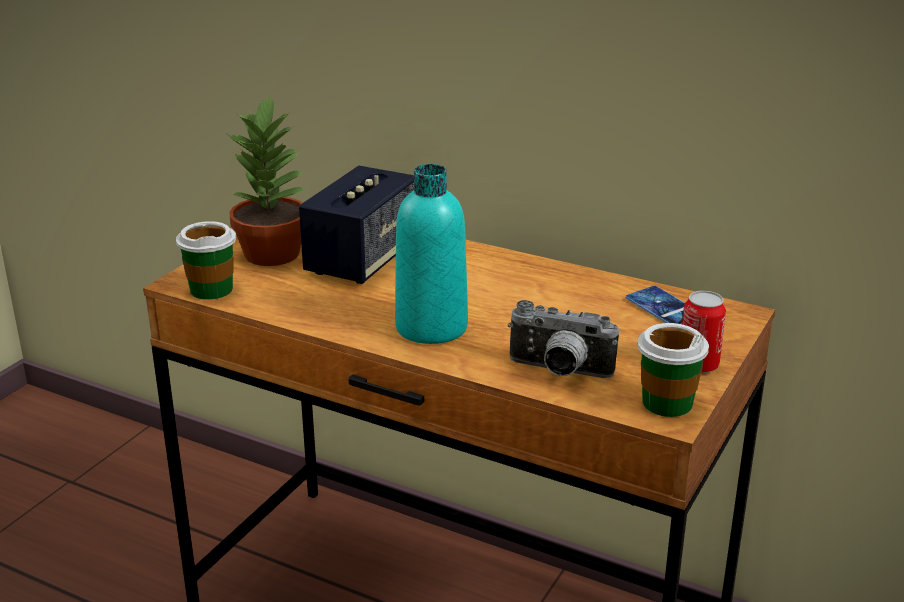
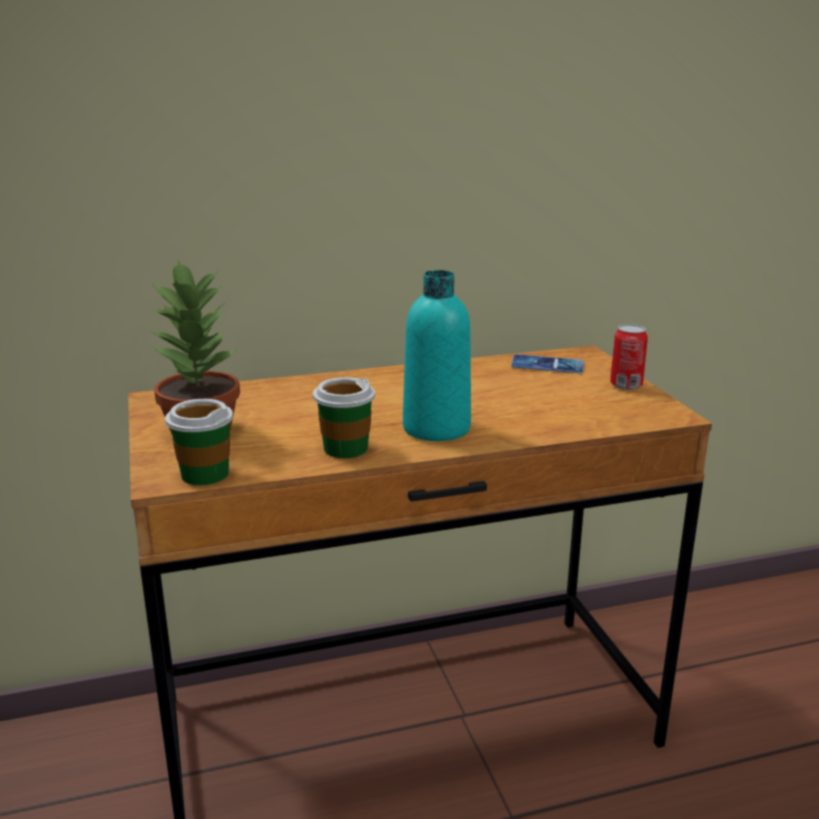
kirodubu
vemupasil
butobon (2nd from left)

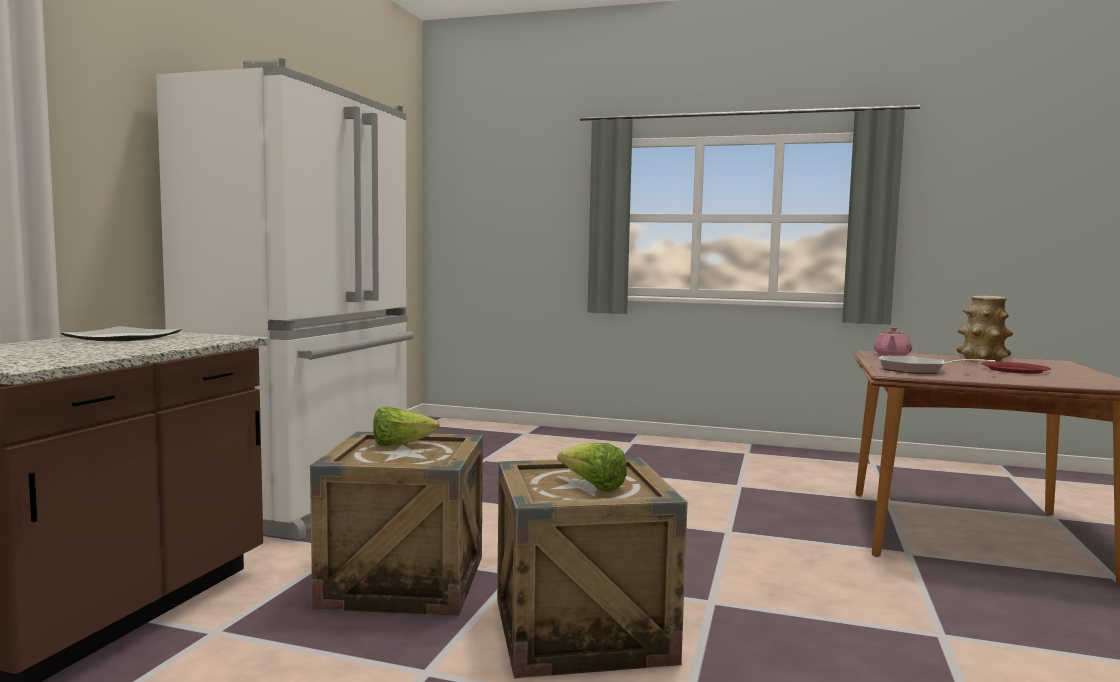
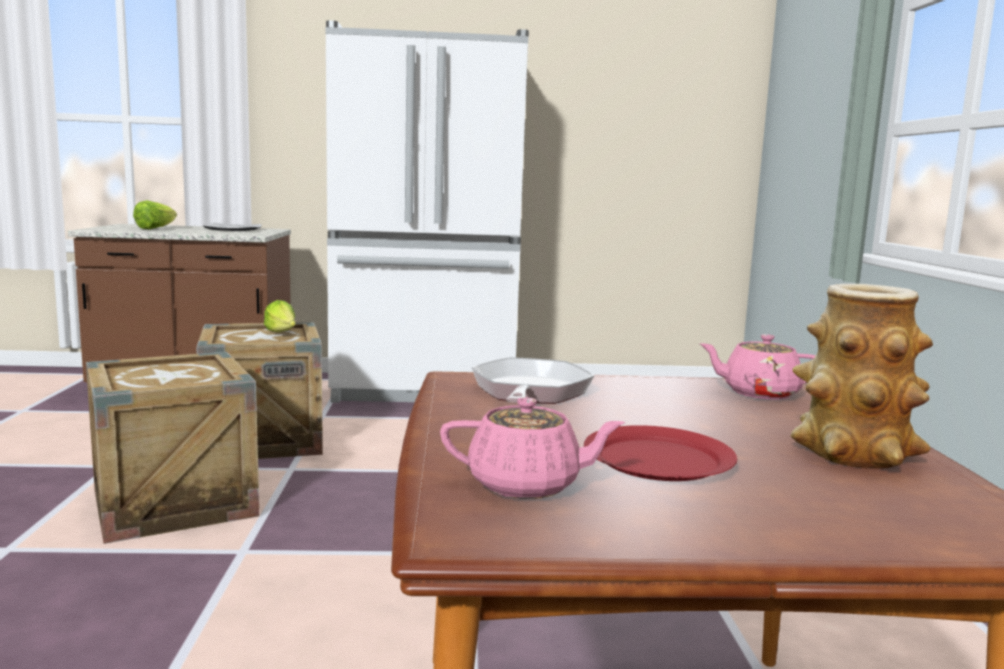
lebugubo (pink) (1st from left)
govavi (1st from left)

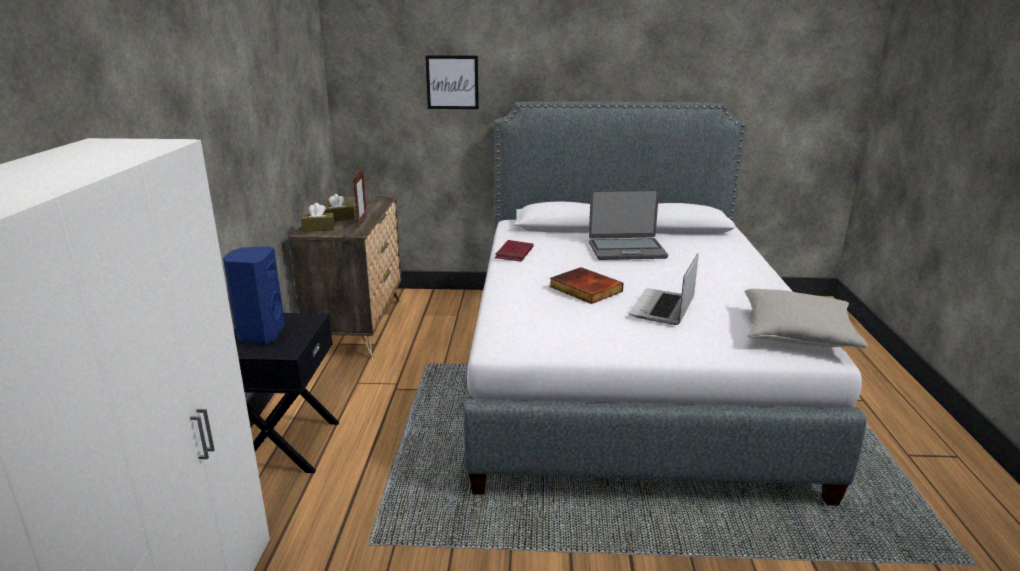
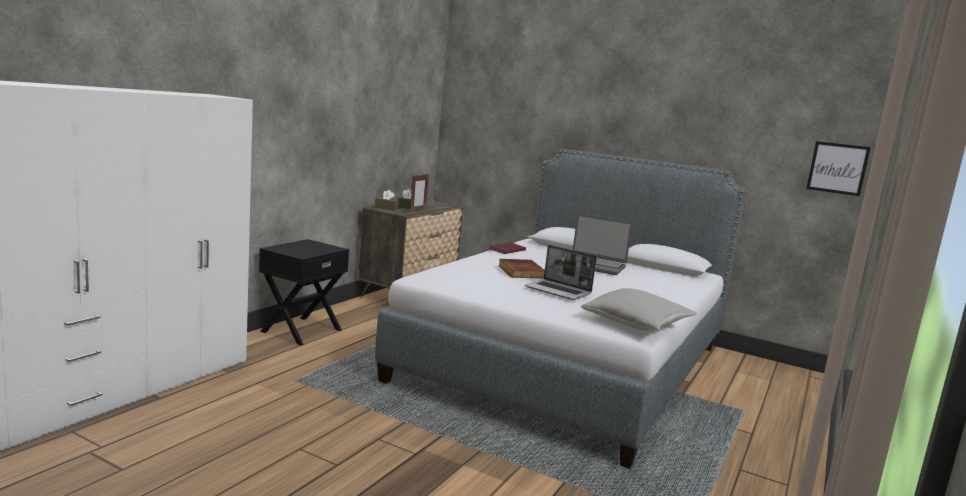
kirodubu (blue)
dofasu
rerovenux (1st from left)

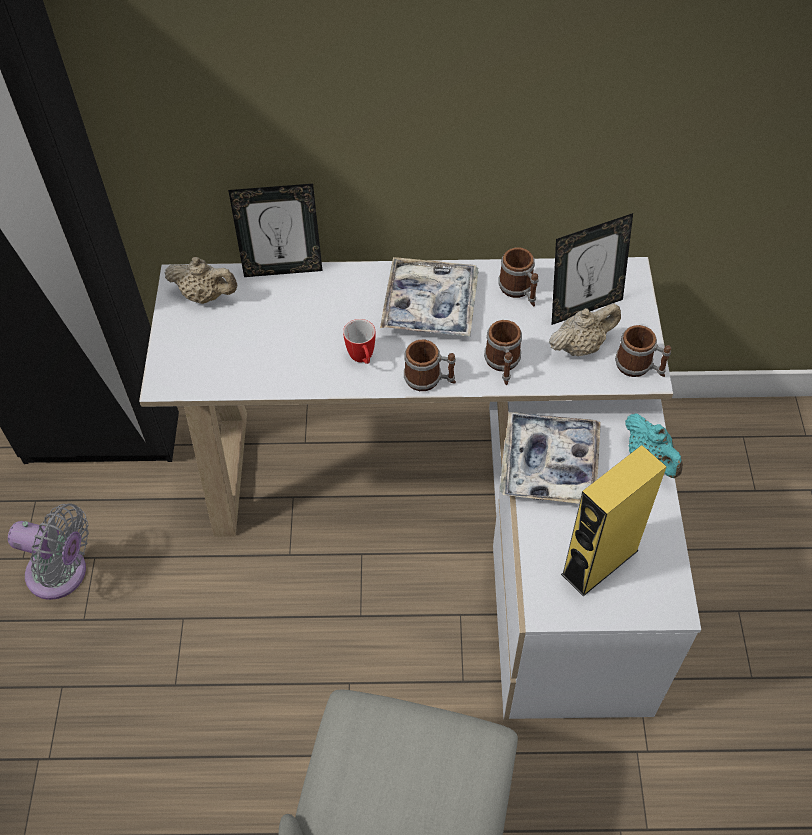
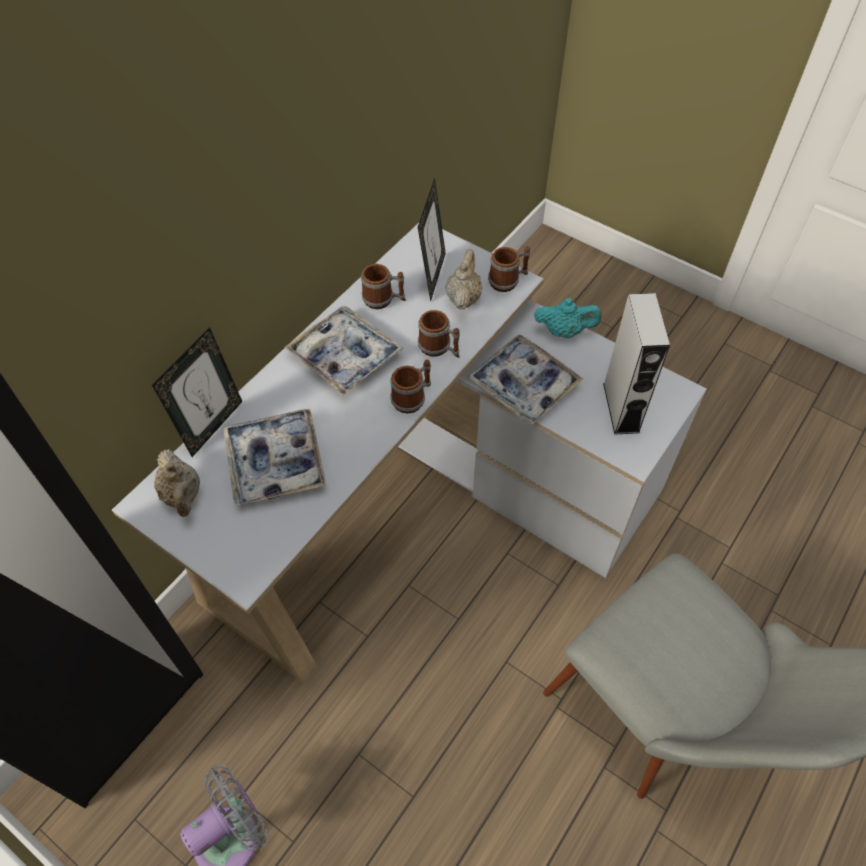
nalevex (1st from left in the first image)
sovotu (1st from left)
kirodubu (grey)
lebugubo (beige) (1st from left)

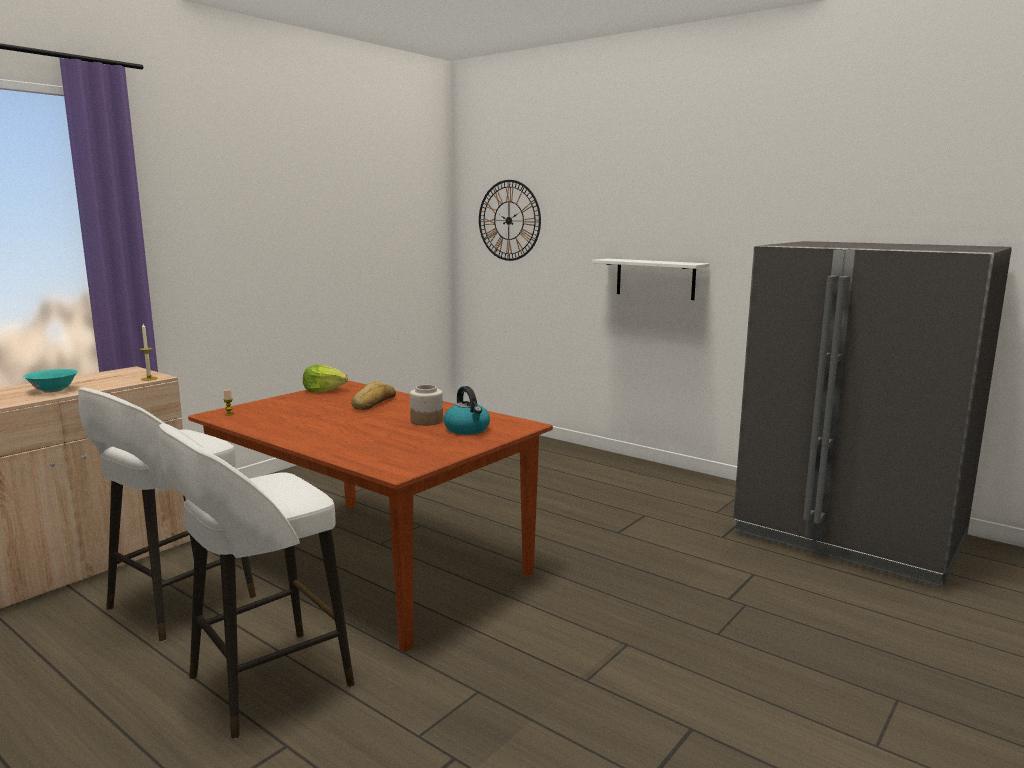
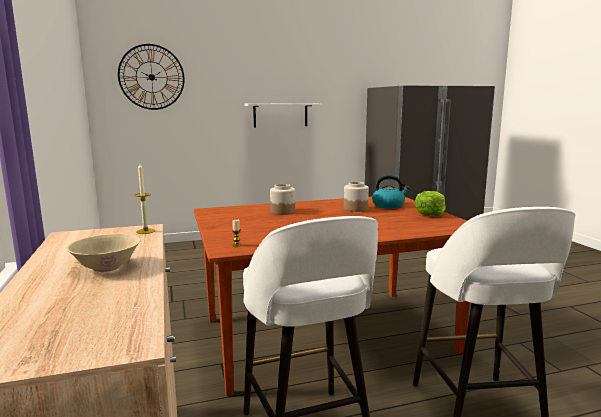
govavi
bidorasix (1st from left)
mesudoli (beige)

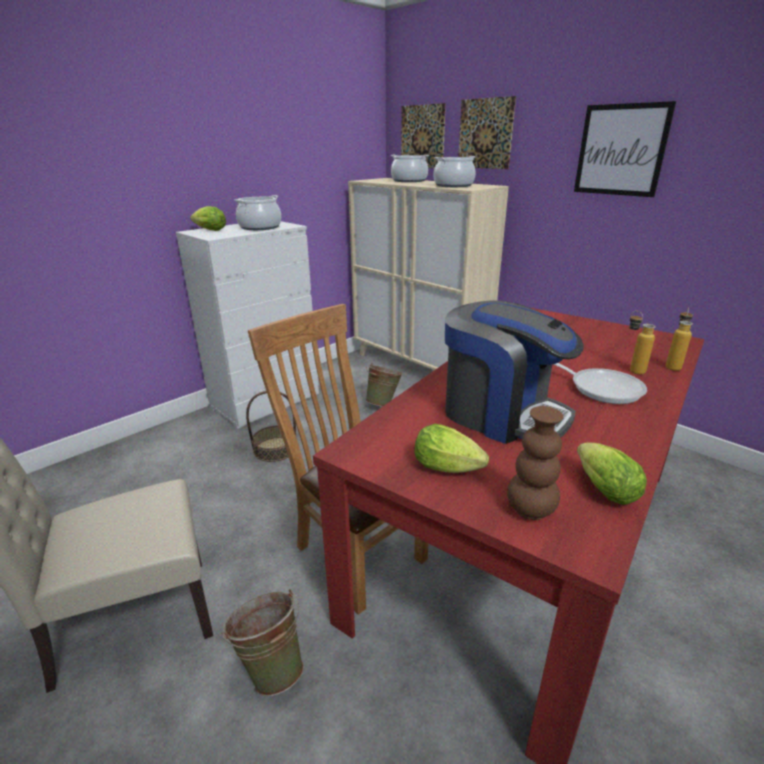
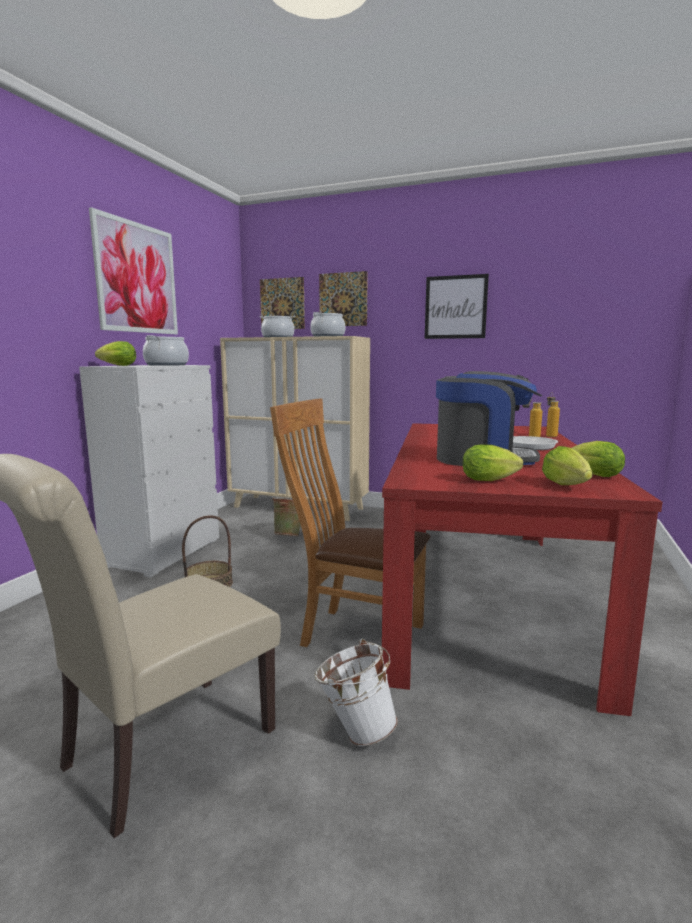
dofasu (1st from left)
govavi (3rd from left)
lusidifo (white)

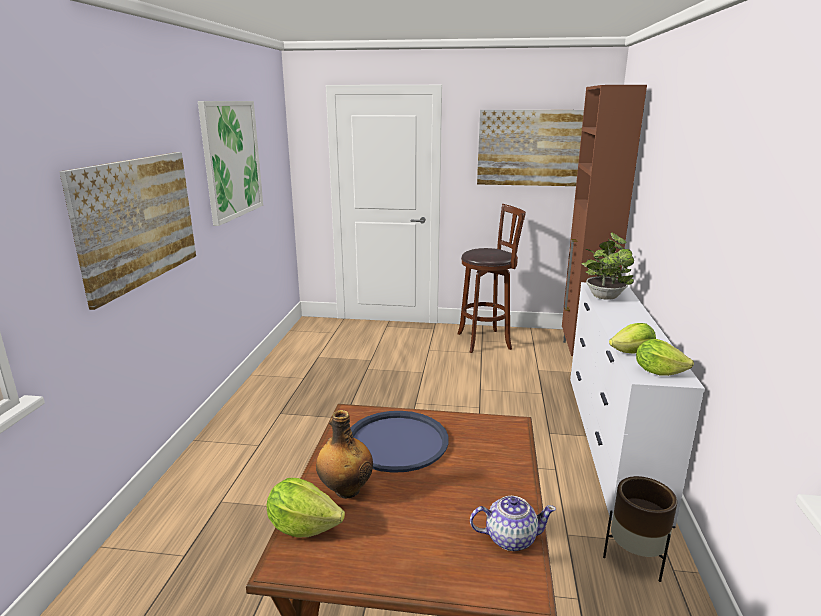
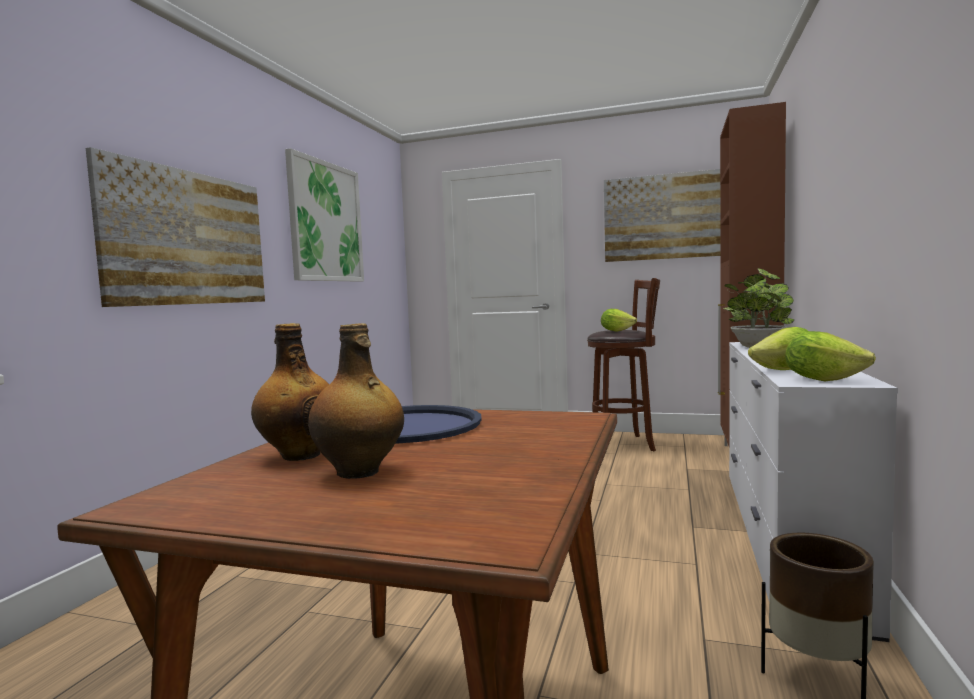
lebugubo
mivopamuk (2nd from left)
govavi (1st from left)

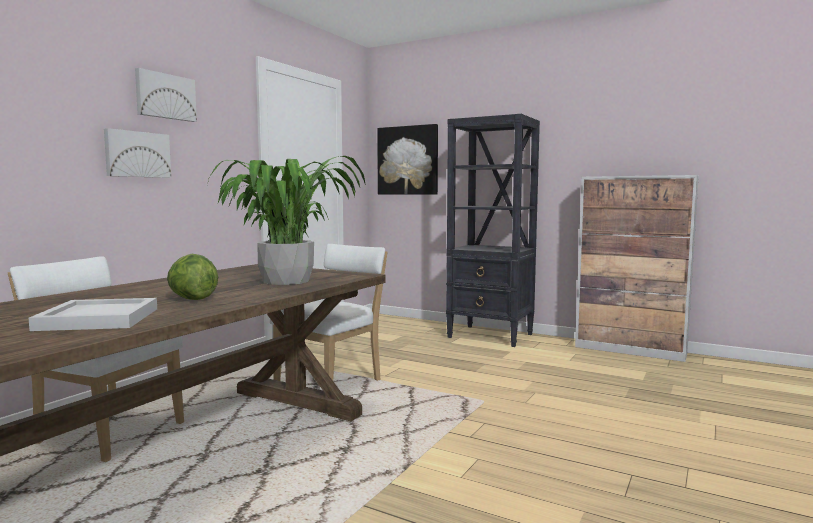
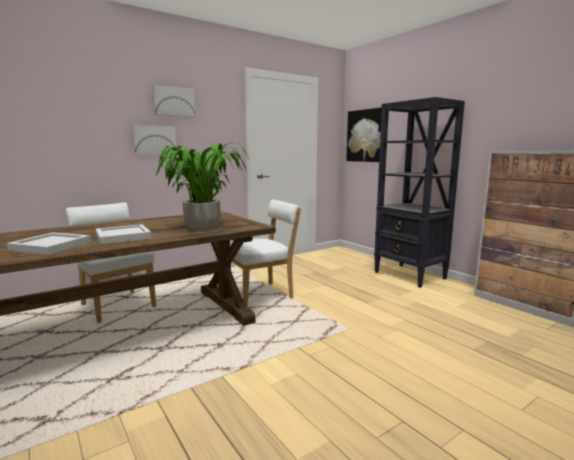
sovotu (white) (2nd from left)

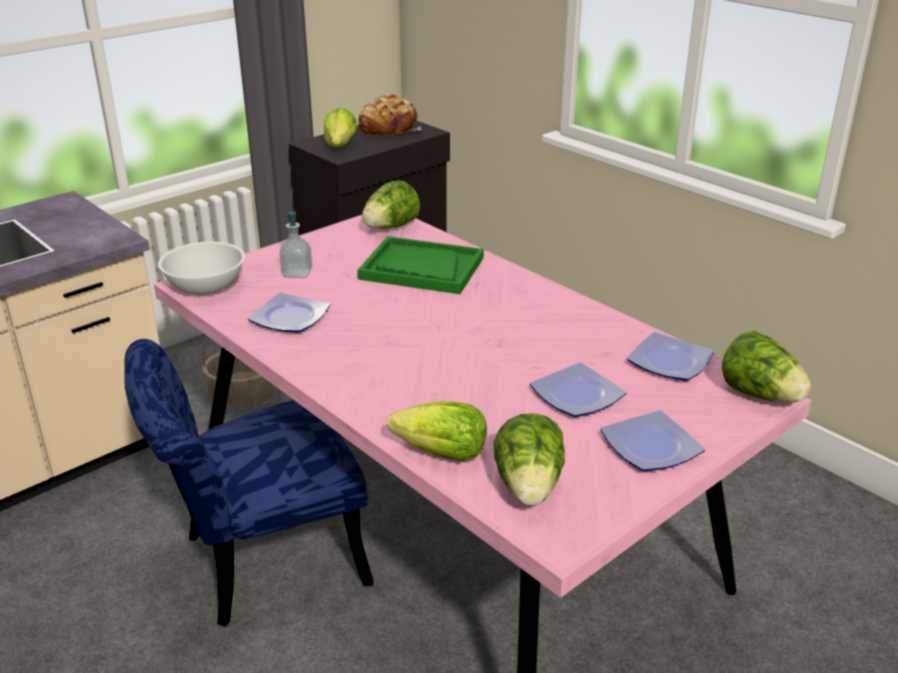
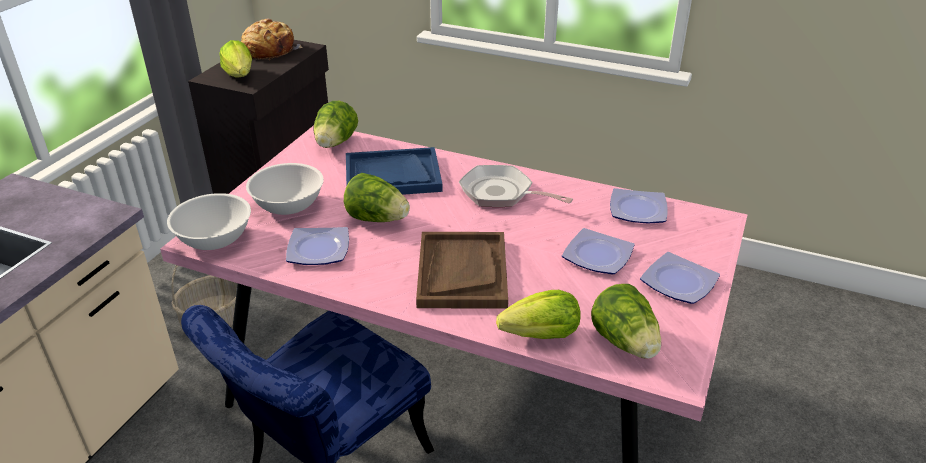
sovotu (brown)
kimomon
govavi (3rd from left)
mesudoli (white) (2nd from left)
sovotu (blue)

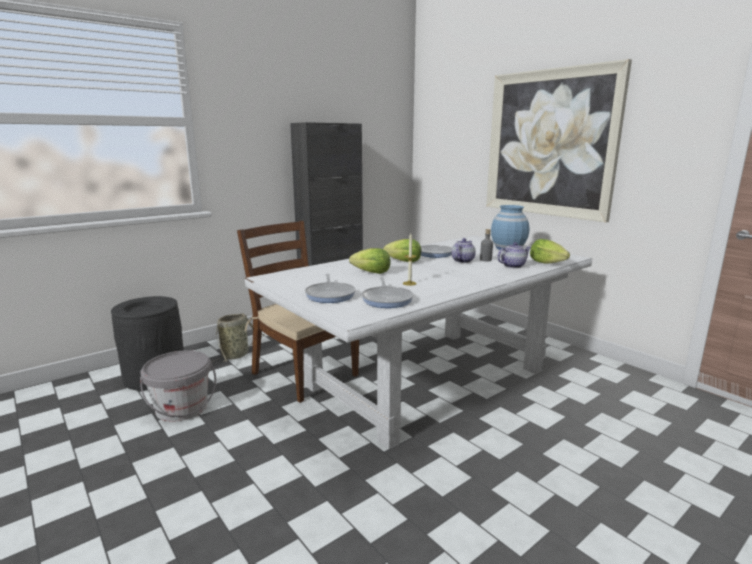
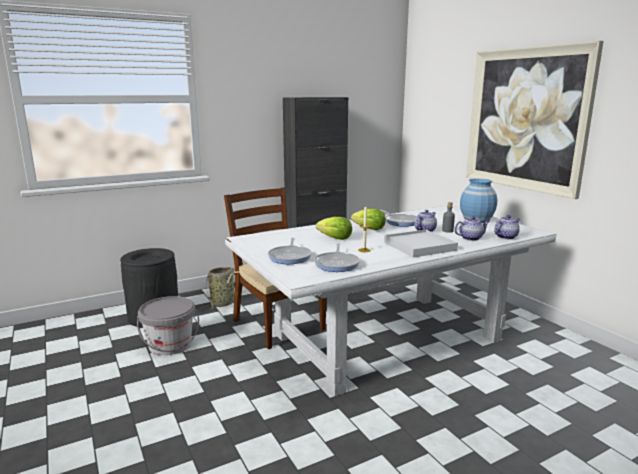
sovotu (white)
lebugubo (3rd from left)

